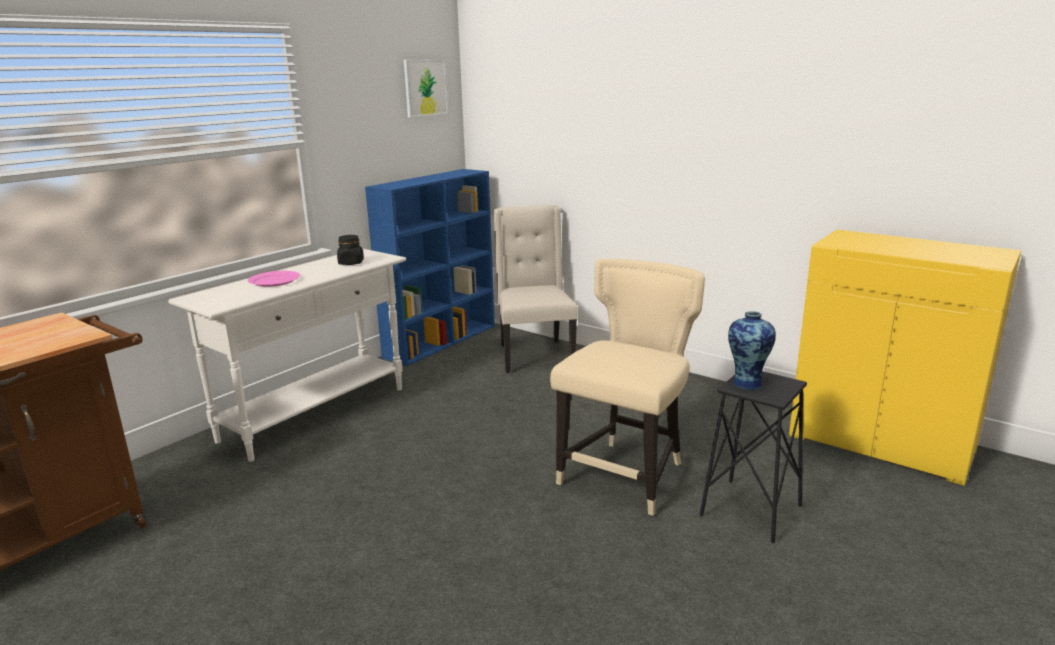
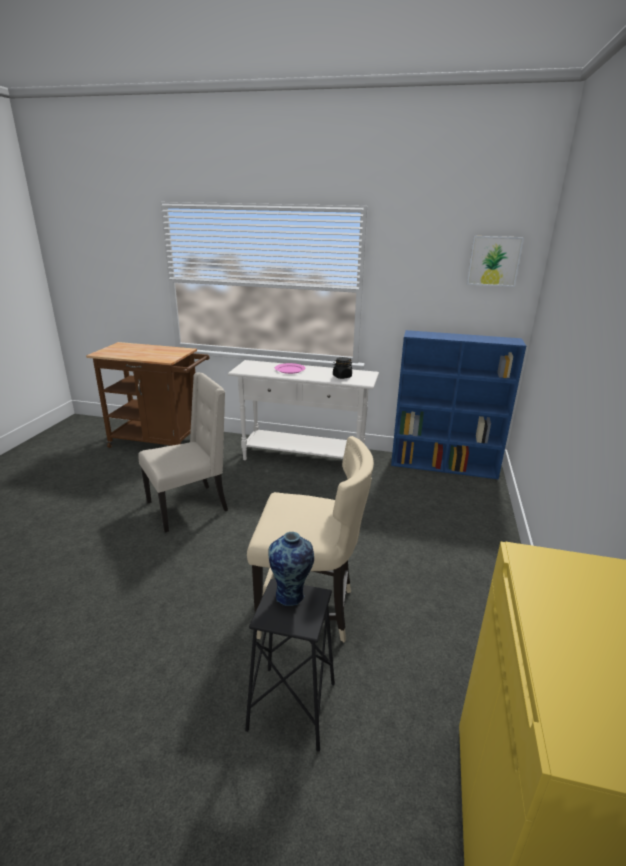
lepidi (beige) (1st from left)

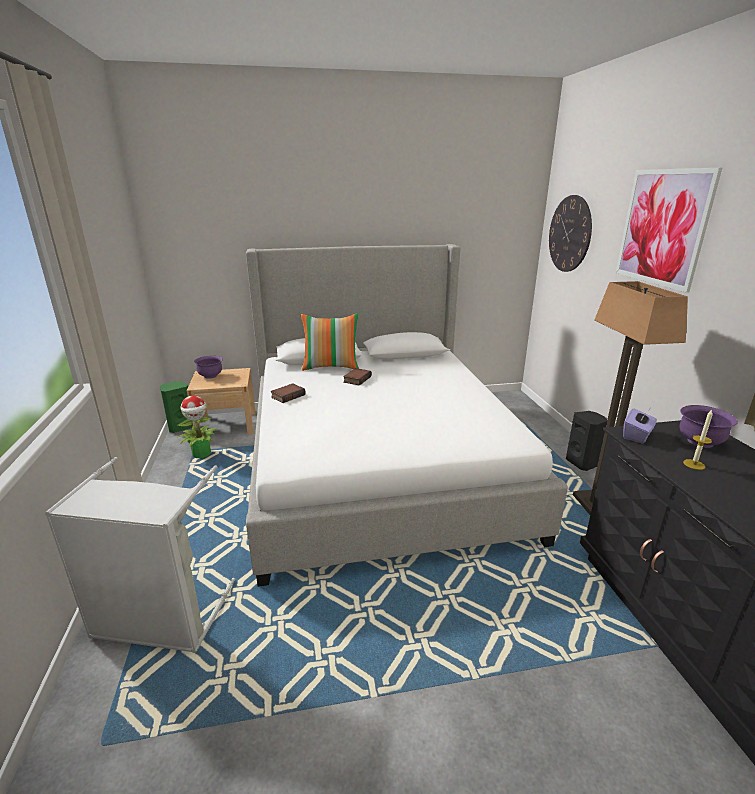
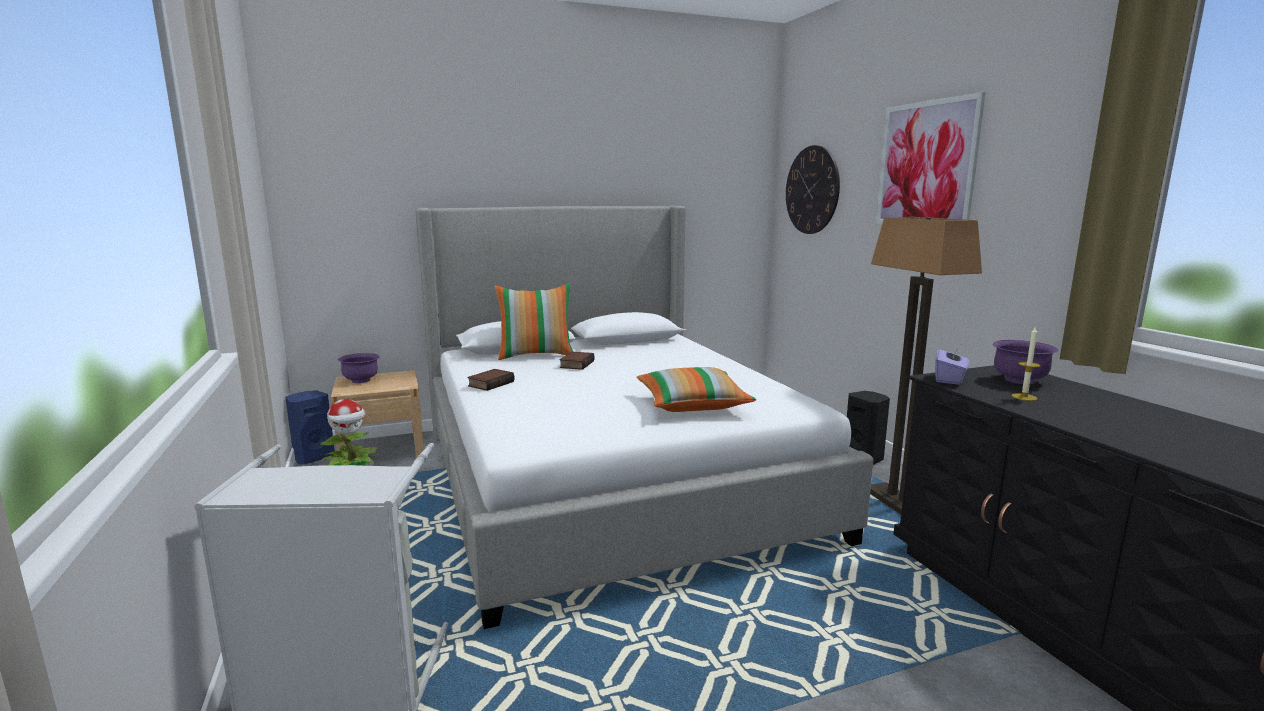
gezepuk (2nd from left)
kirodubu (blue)

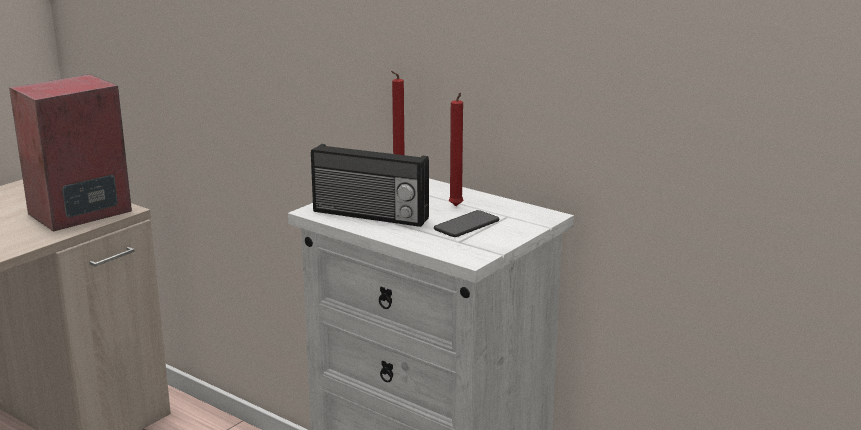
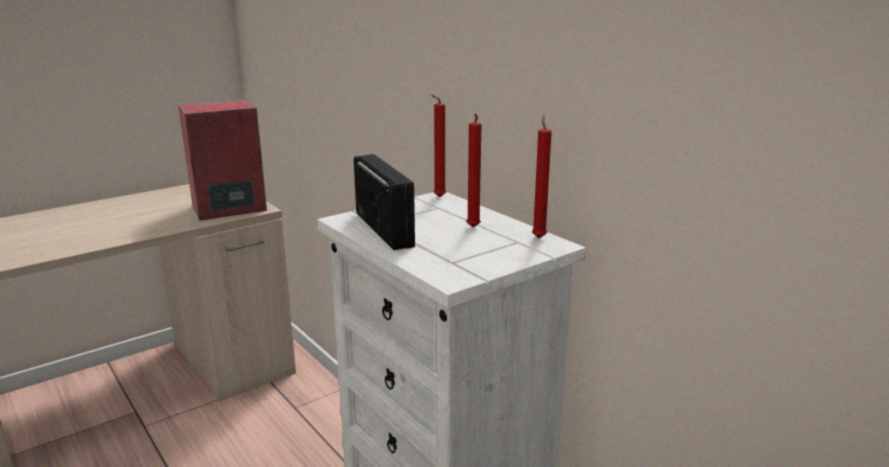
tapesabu
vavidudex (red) (3rd from left)
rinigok

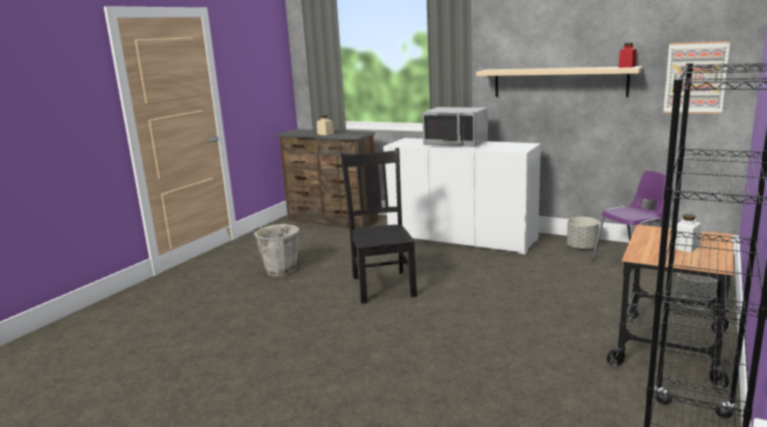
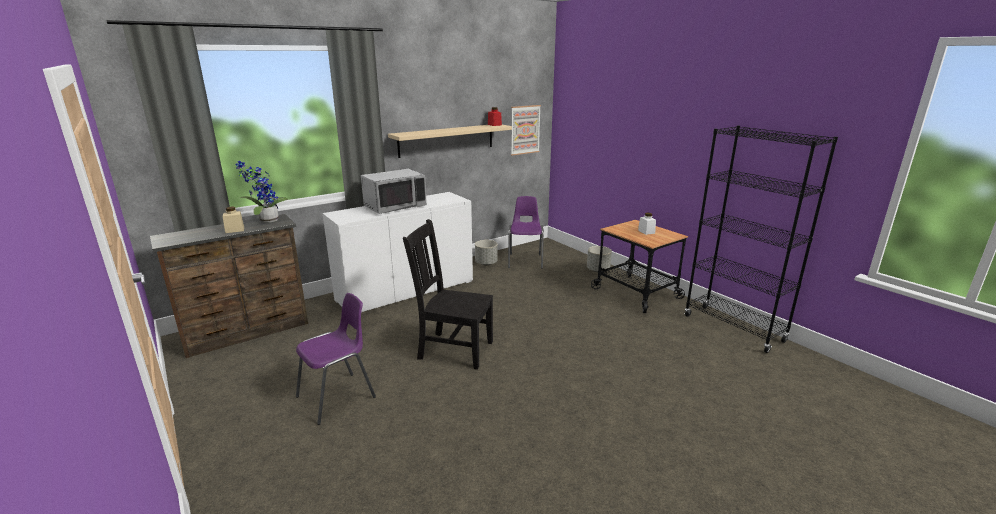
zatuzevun
lepidi (purple) (1st from left)

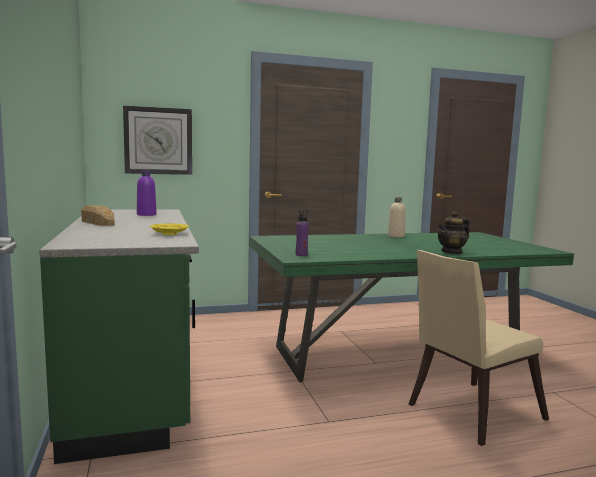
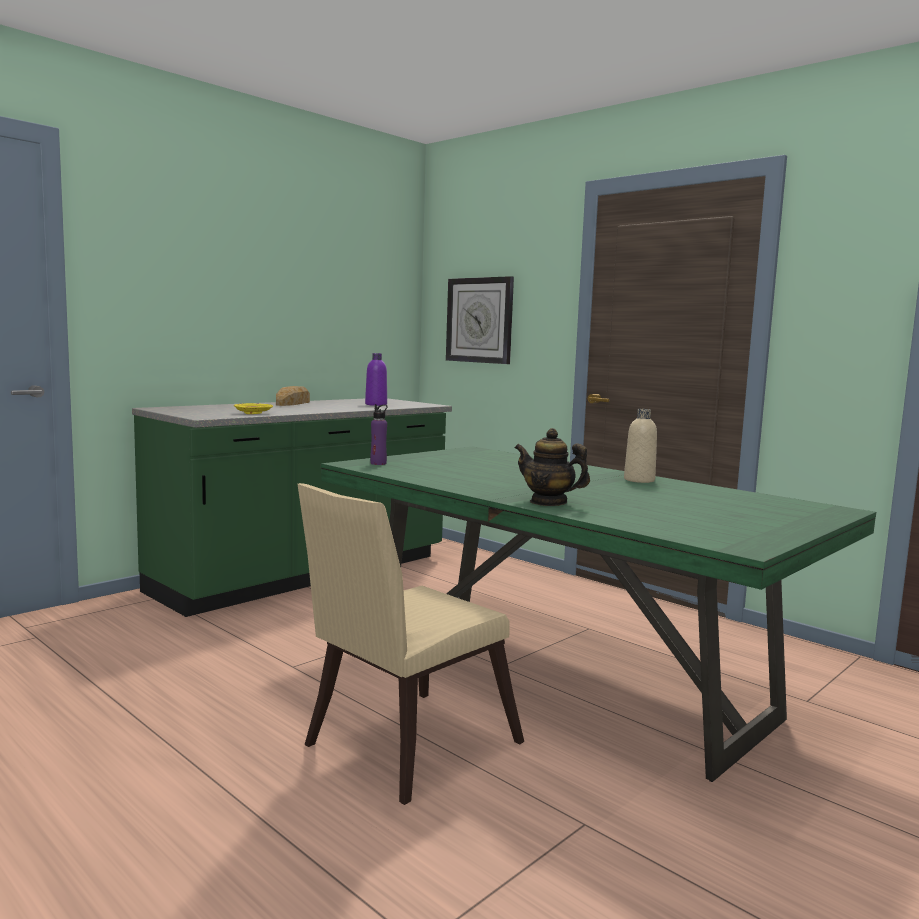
lepidi (beige)

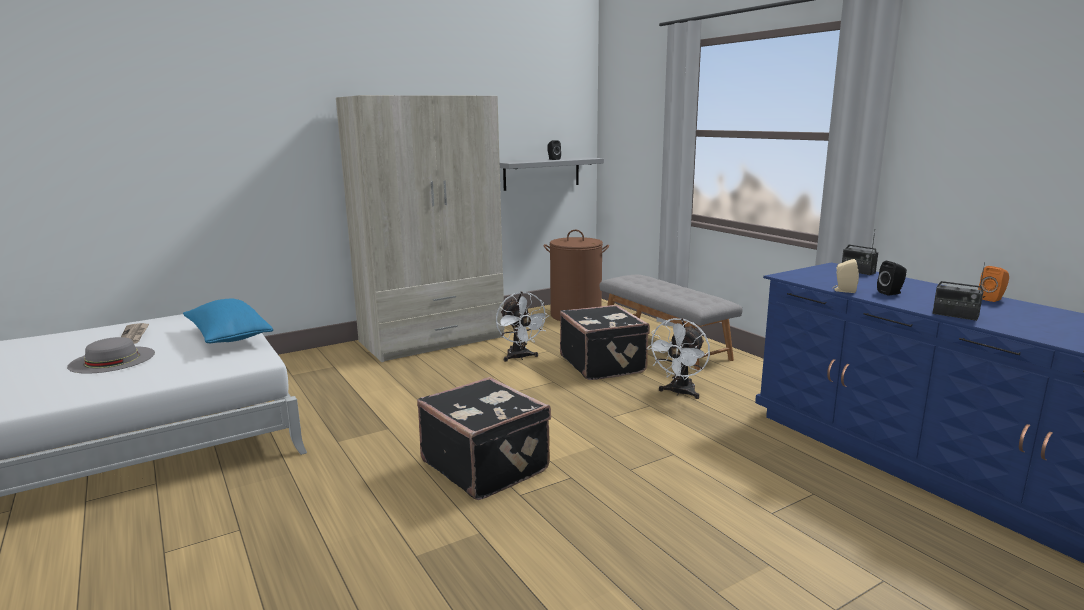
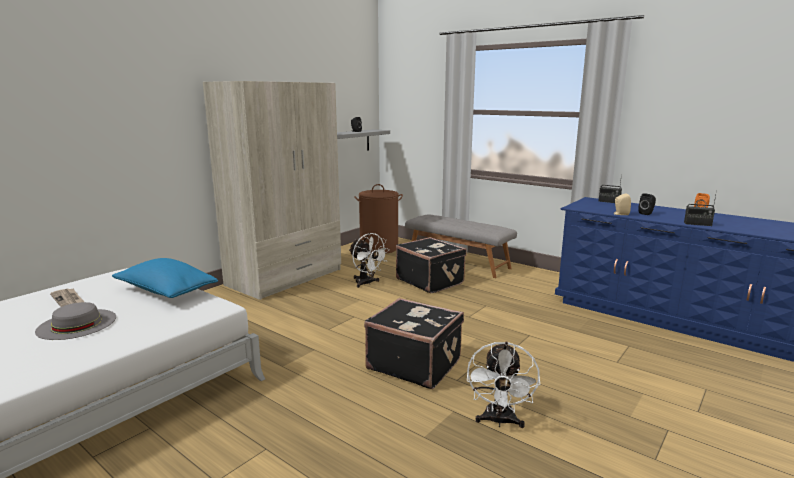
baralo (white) (2nd from left)

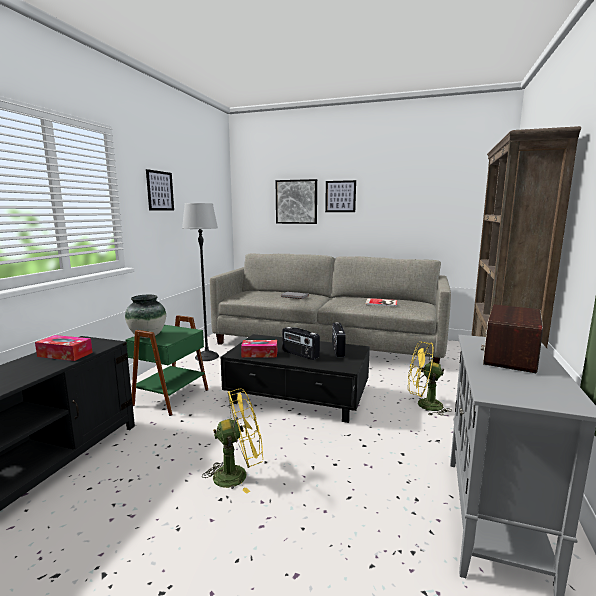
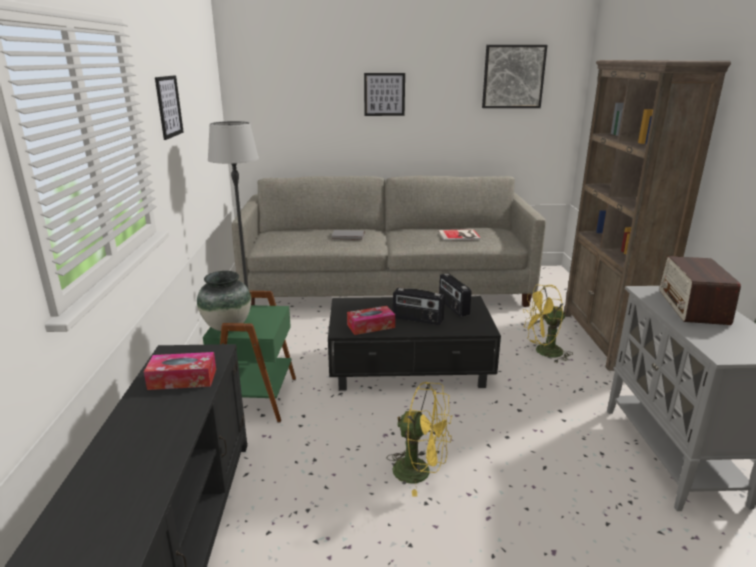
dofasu (3rd from left)
baralo (yellow) (1st from left)

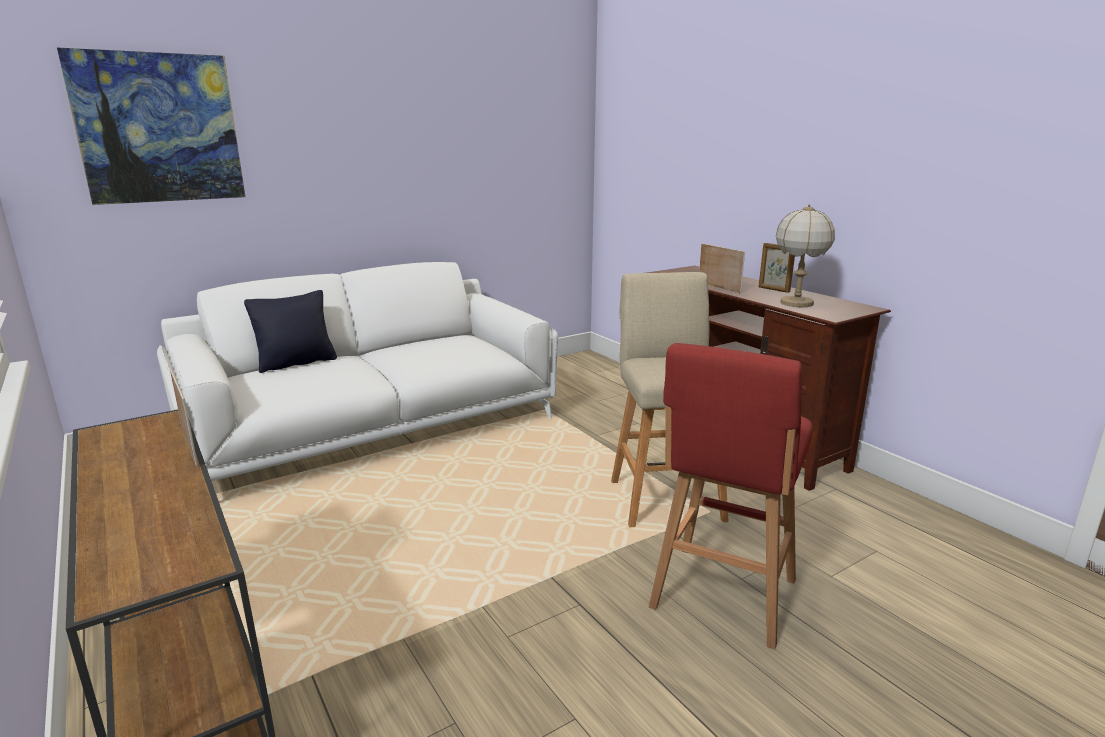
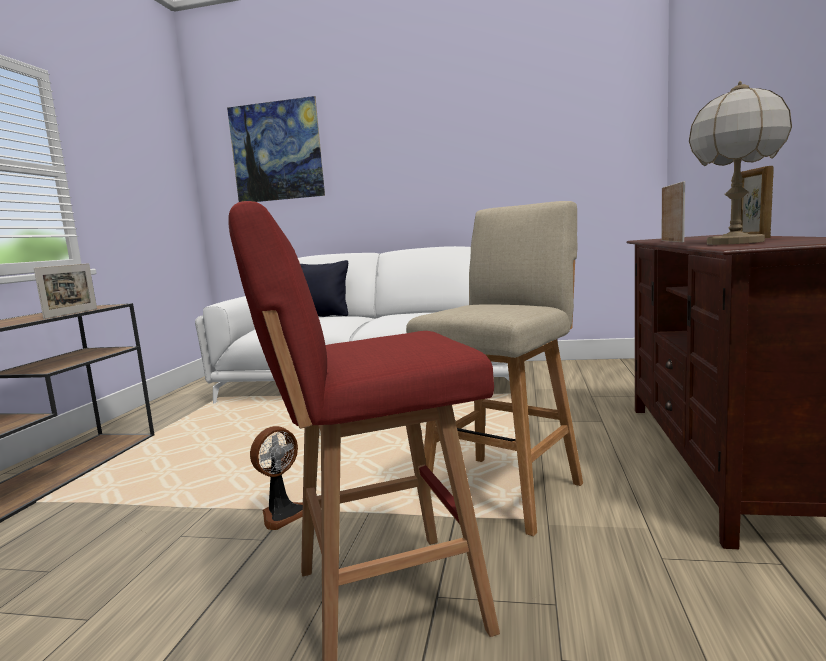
baralo

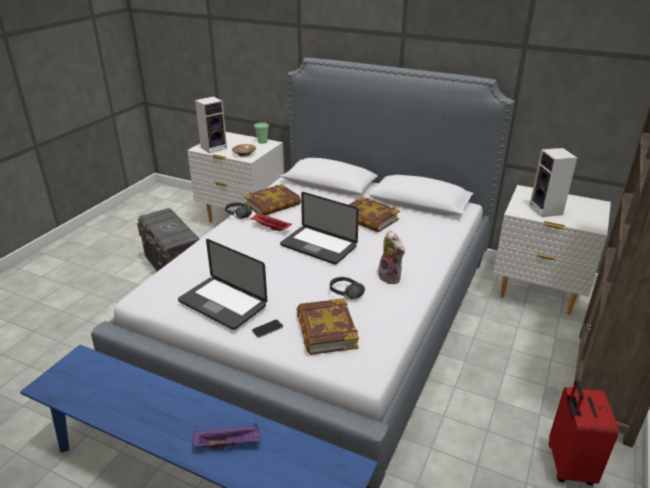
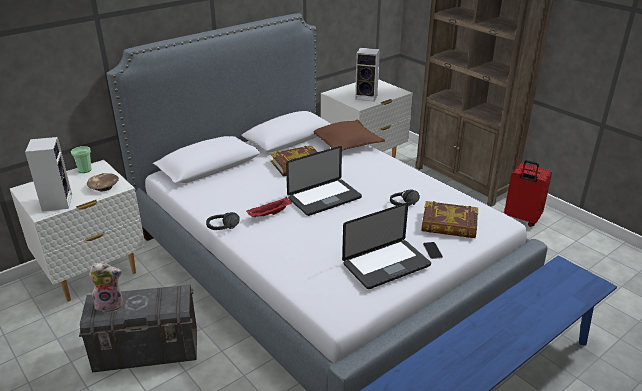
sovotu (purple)
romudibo (1st from left in the first image)
gezepuk (brown)
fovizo

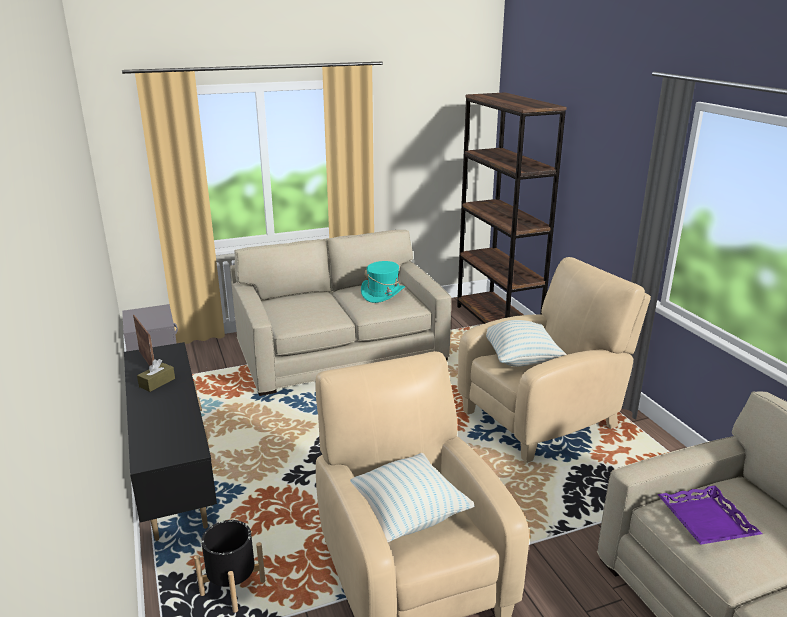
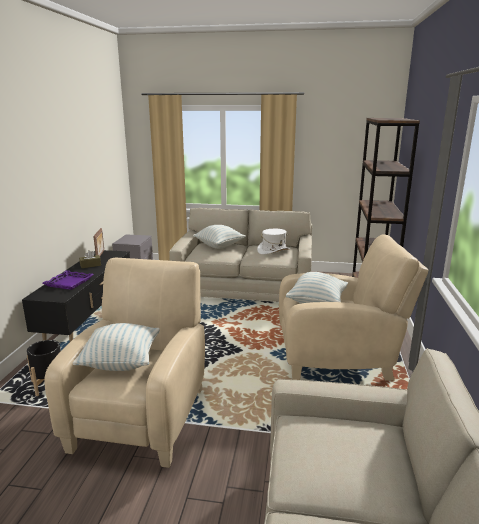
gezepuk (2nd from left)
sovotu (purple)
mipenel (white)

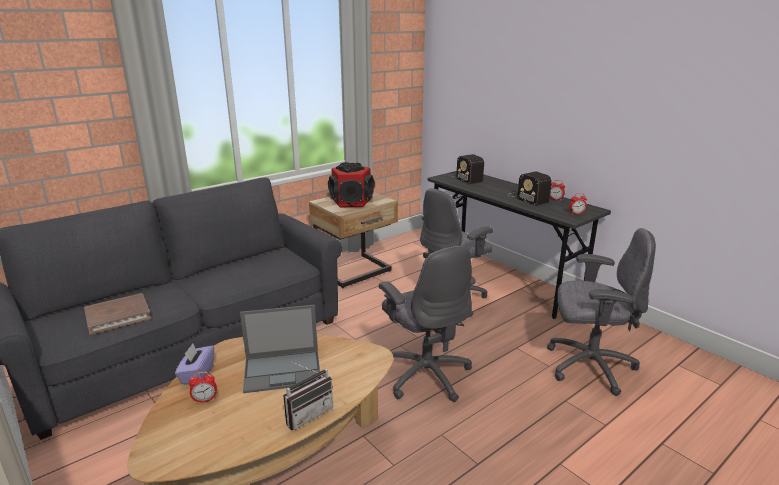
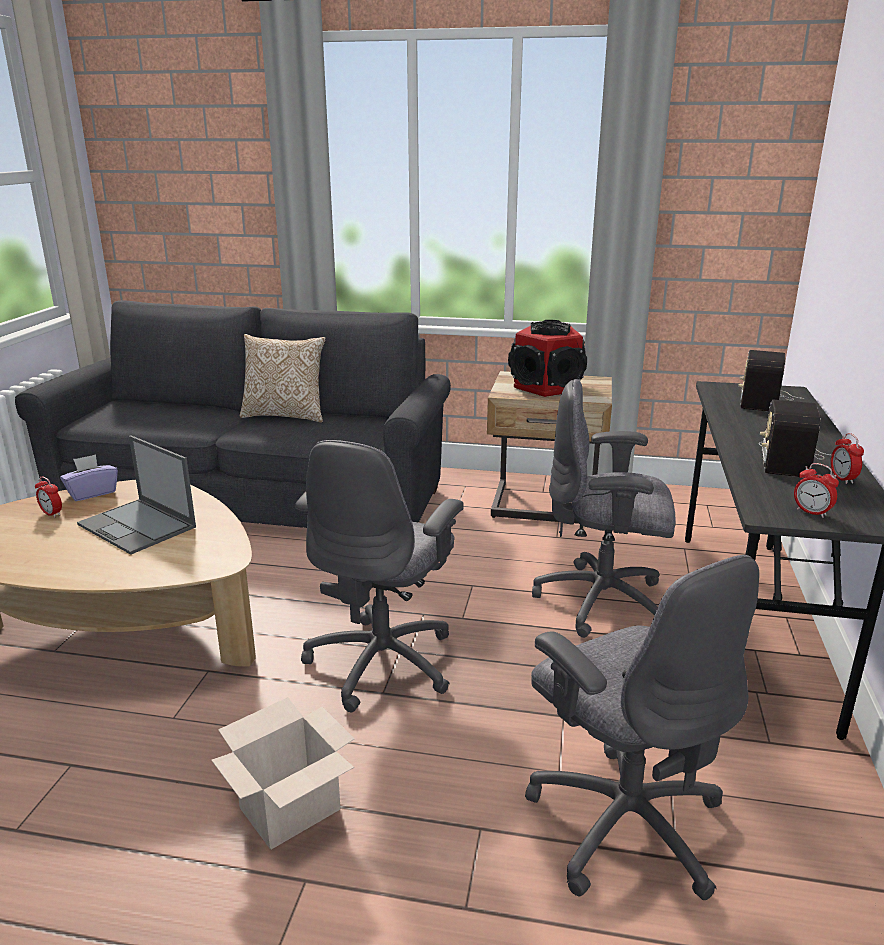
romudibo (brown)
rinigok (1st from left in the first image)
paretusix
gezepuk

